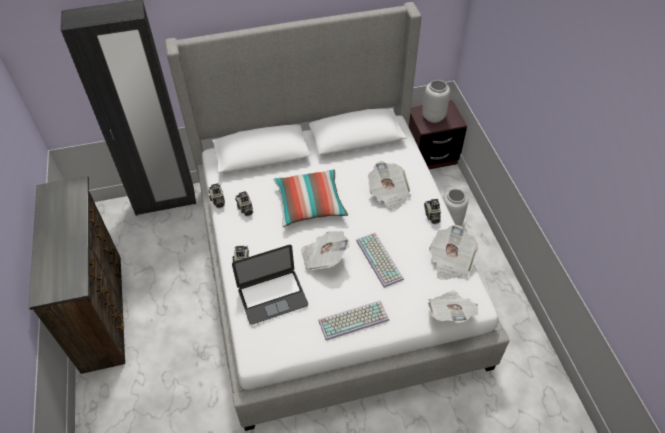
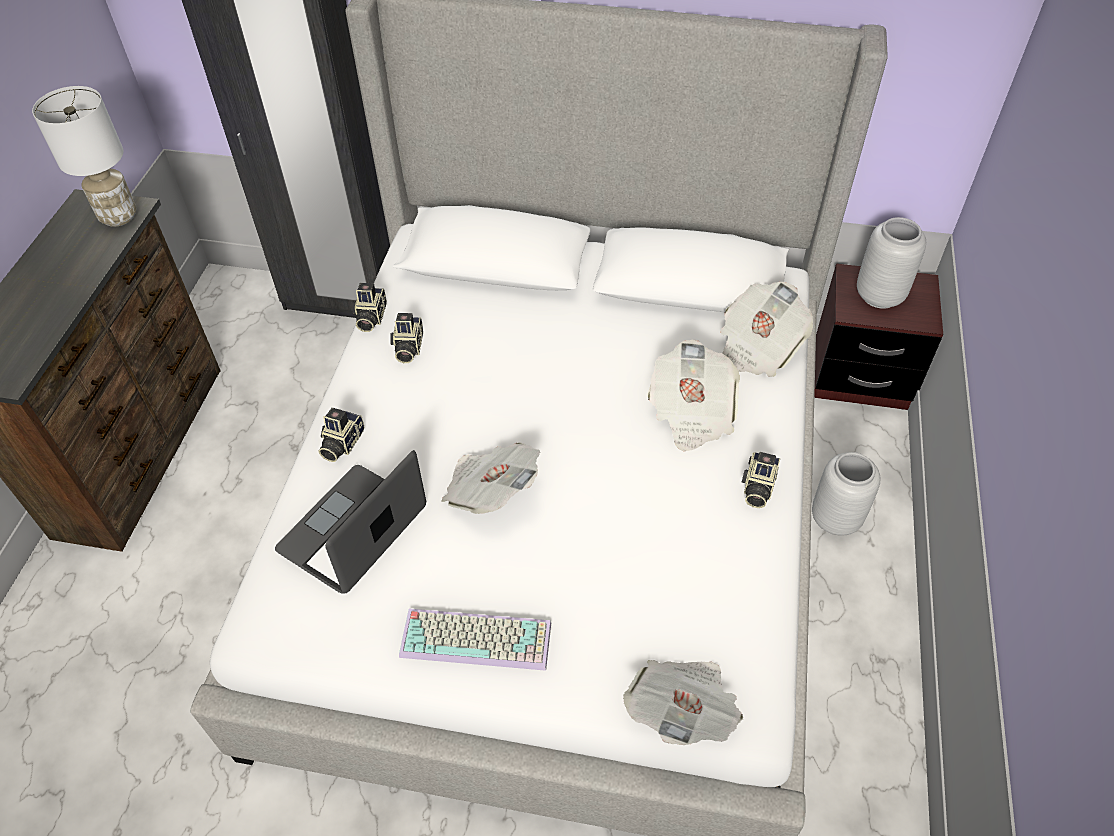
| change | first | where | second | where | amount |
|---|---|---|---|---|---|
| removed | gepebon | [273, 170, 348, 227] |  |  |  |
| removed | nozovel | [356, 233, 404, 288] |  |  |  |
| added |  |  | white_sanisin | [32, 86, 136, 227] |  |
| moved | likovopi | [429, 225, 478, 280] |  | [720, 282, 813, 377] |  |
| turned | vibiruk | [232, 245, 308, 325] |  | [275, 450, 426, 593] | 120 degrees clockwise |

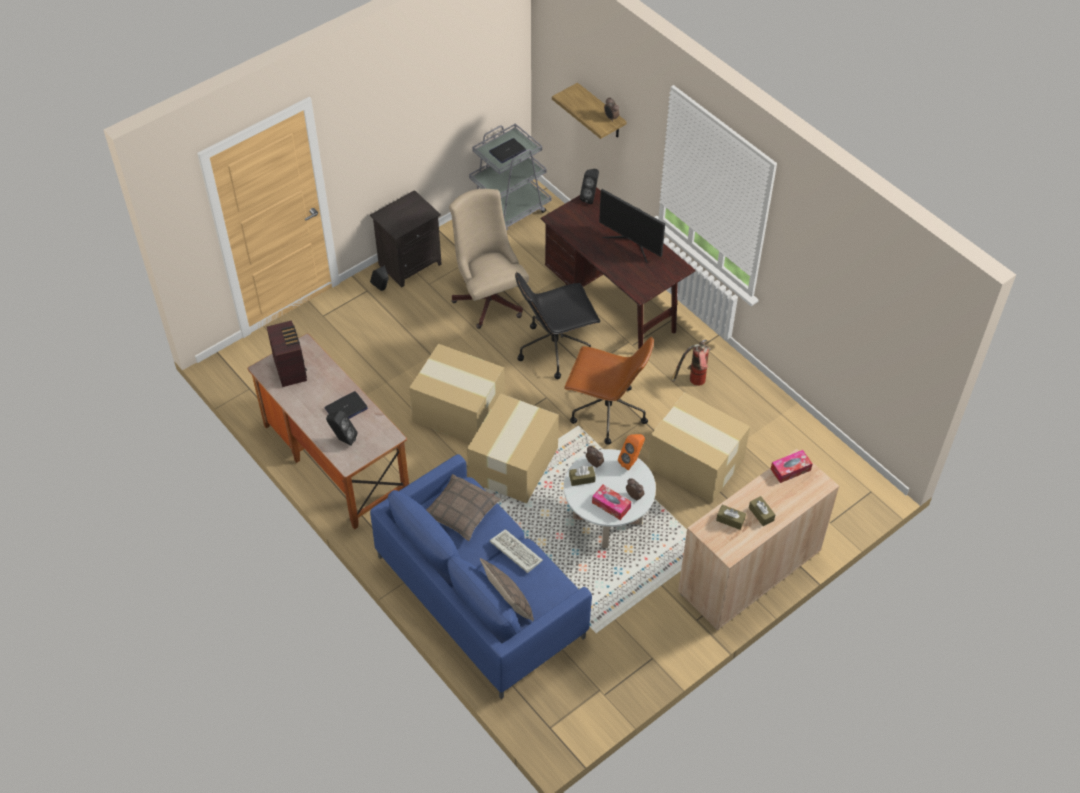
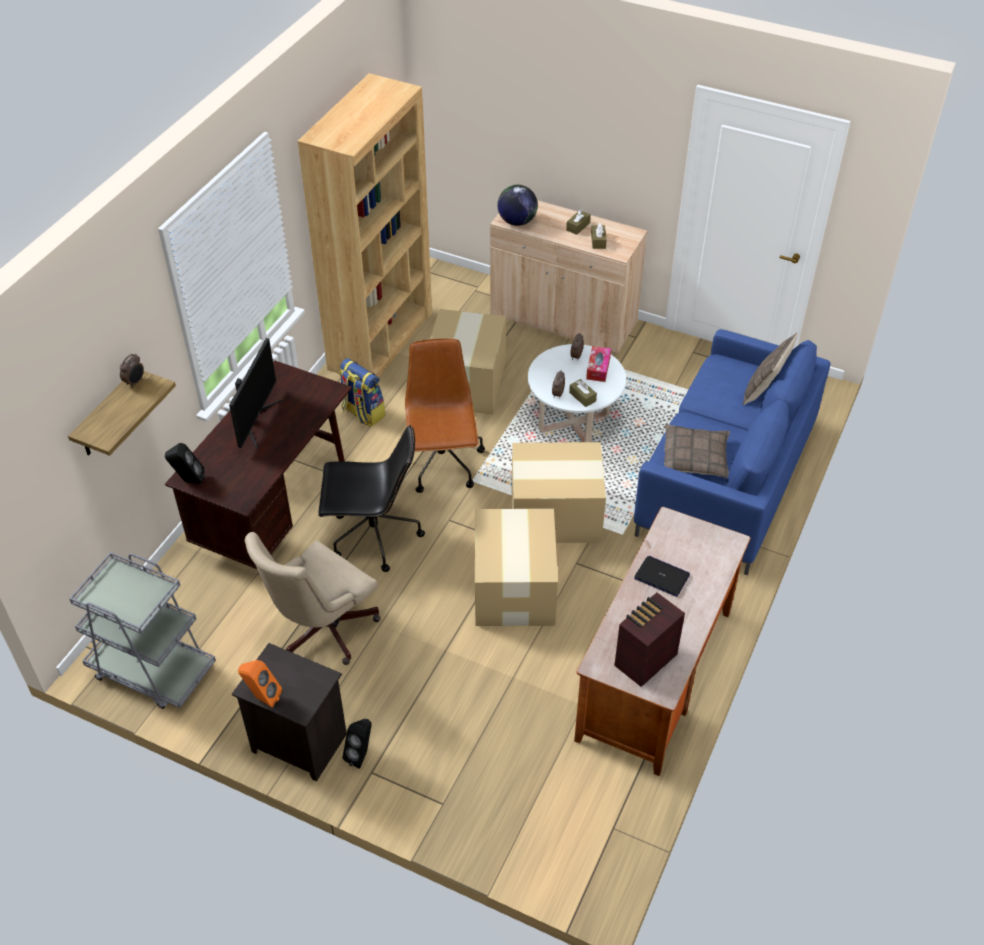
| change | first | where | second | where | amount |
|---|---|---|---|---|---|
| removed | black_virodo | [326, 411, 357, 446] |  |  |  |
| removed | vibiruk | [489, 138, 526, 163] |  |  |  |
| removed | nozovel | [490, 529, 543, 573] |  |  |  |
| added |  |  | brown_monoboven | [298, 73, 432, 377] |  |
| moved | orange_virodo | [618, 434, 645, 470] |  | [238, 660, 282, 708] |  |
| replaced | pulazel | [671, 340, 711, 386] | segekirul | [339, 358, 385, 427] |  |
| replaced | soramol | [771, 450, 813, 483] | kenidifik | [497, 185, 538, 226] |  |
| turned | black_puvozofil | [515, 272, 600, 379] |  | [318, 425, 425, 572] | 45 degrees counterclockwise |

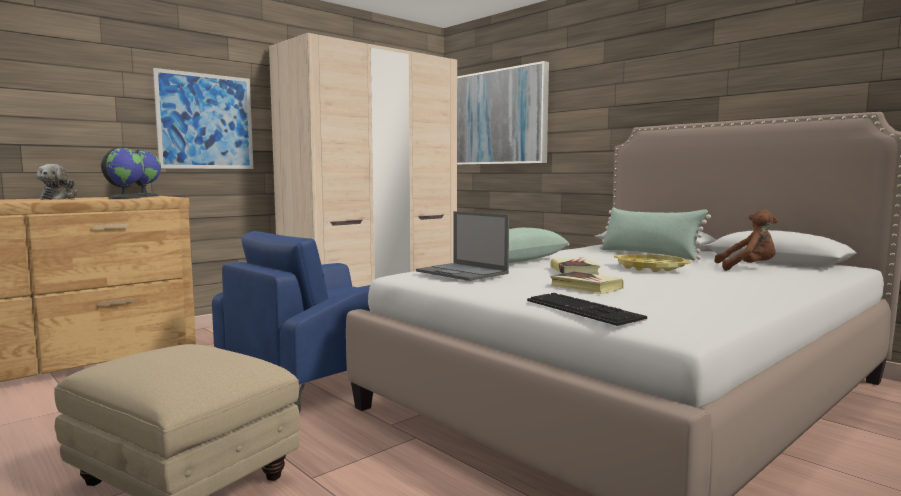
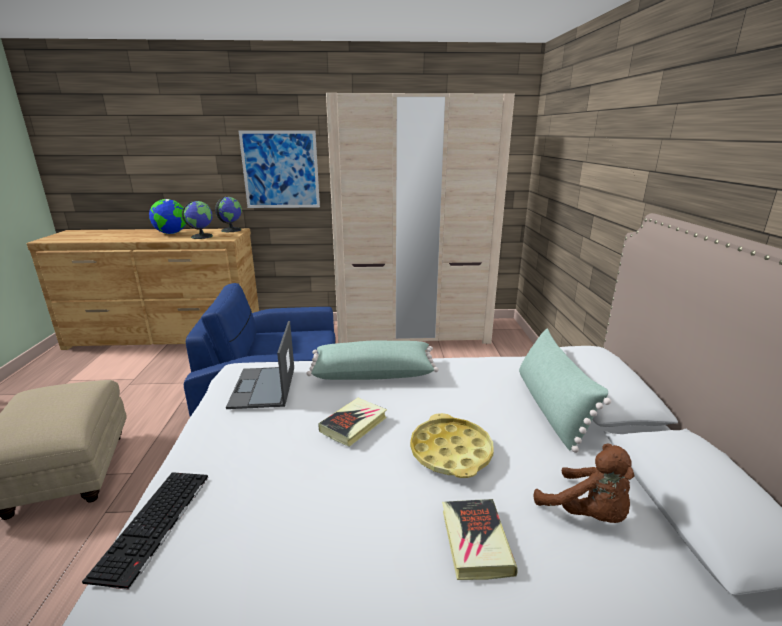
| change | first | where | second | where | amount |
|---|---|---|---|---|---|
| removed | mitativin | [457, 61, 549, 165] |  |  |  |
| moved | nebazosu | [551, 271, 624, 294] |  | [442, 499, 518, 580] |  |
| replaced | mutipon | [37, 164, 78, 200] | kenidifik | [149, 199, 187, 234] |  |

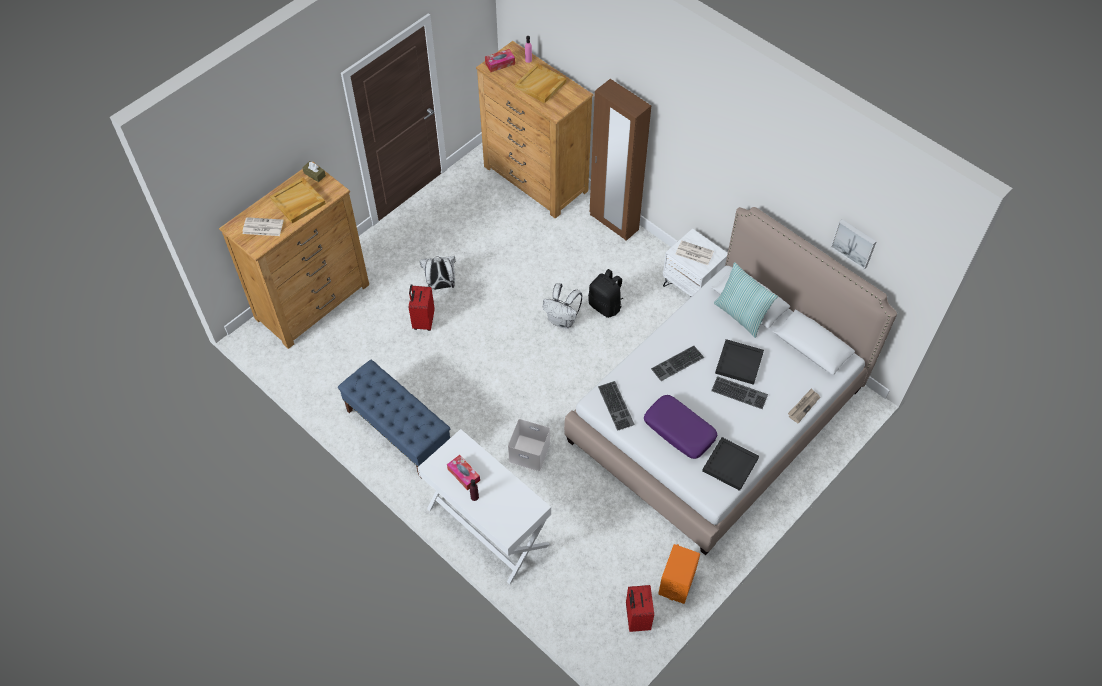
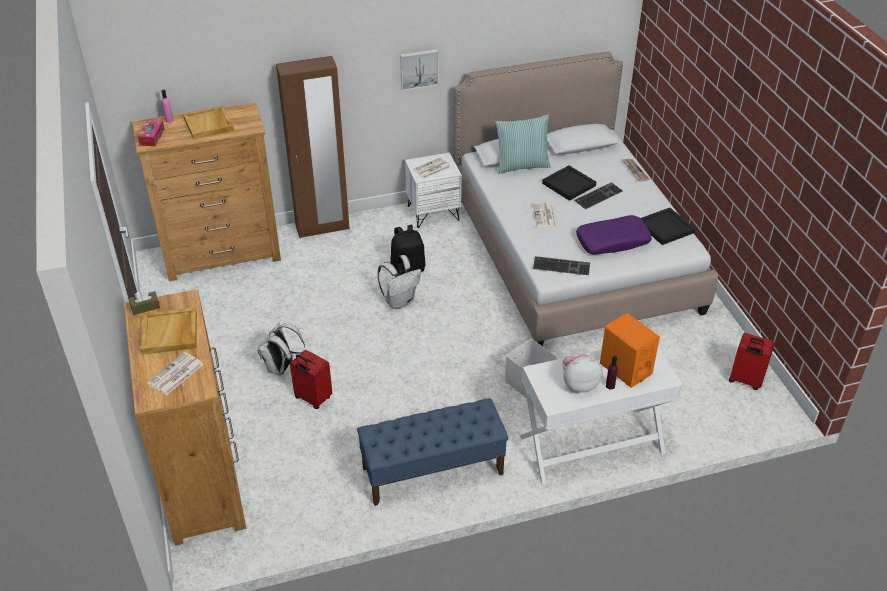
| change | first | where | second | where | amount |
|---|---|---|---|---|---|
| moved | orange_virodo | [658, 544, 700, 604] |  | [600, 313, 660, 388] |  |
| moved | mitativin | [830, 219, 877, 270] |  | [400, 49, 439, 91] |  |
| replaced | soramol | [447, 455, 480, 491] | mutipon | [563, 354, 602, 393] |  |
| replaced | nozovel | [651, 346, 704, 381] | likovopi | [533, 203, 556, 227] |  |

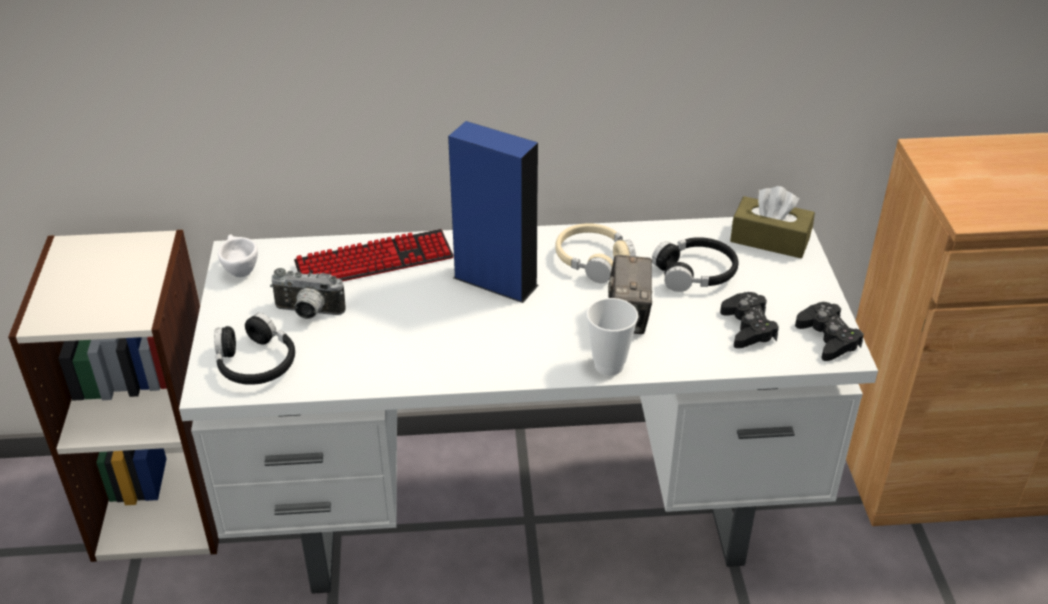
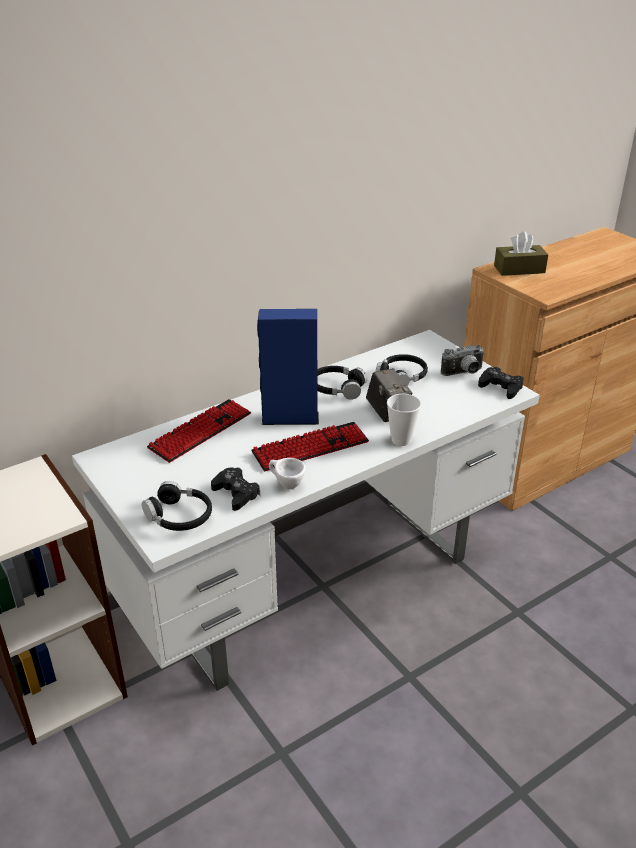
| change | first | where | second | where | amount |
|---|---|---|---|---|---|
| added |  |  | nozovel | [251, 422, 369, 471] |  |
| moved | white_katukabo | [218, 234, 258, 277] |  | [269, 458, 306, 489] |  |
| moved | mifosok | [270, 268, 346, 319] |  | [441, 344, 485, 376] |  |
| moved | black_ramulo | [720, 292, 779, 348] |  | [211, 467, 260, 511] |  |
| moved | brown_soramol | [730, 186, 815, 258] |  | [494, 231, 548, 276] |  |
| recoloured | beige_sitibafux | [555, 223, 636, 283] | black_sitibafux | [317, 366, 367, 400] |  |

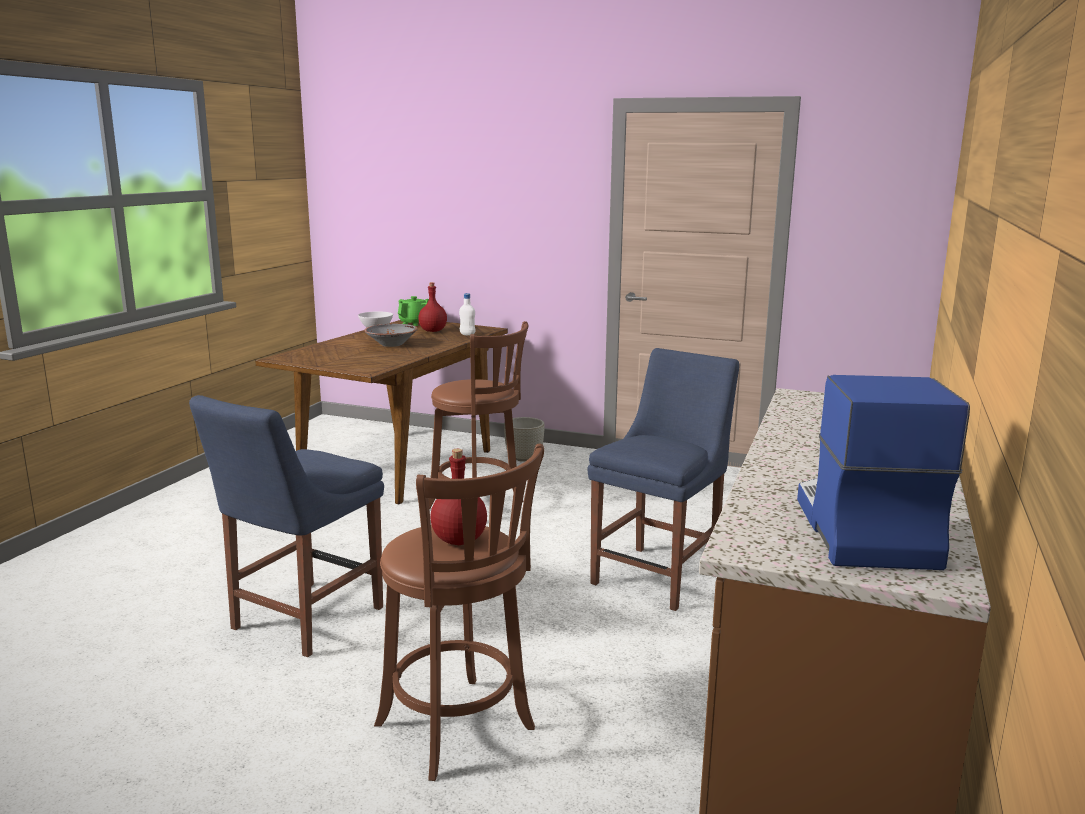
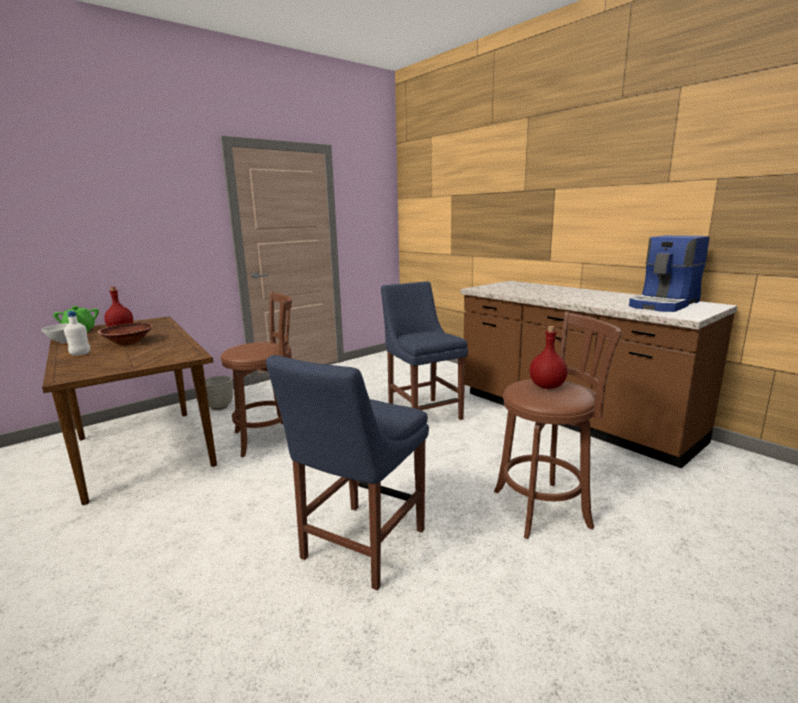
| change | first | where | second | where | amount |
|---|---|---|---|---|---|
| moved | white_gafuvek | [459, 293, 475, 336] |  | [64, 311, 90, 356] |  |
| recoloured | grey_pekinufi | [364, 324, 418, 347] | brown_pekinufi | [98, 323, 153, 345] |  |
| turned | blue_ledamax | [189, 395, 384, 657] |  | [266, 355, 429, 590] | 60 degrees clockwise |
| turned | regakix | [797, 375, 970, 570] |  | [629, 235, 710, 312] | 75 degrees counterclockwise |

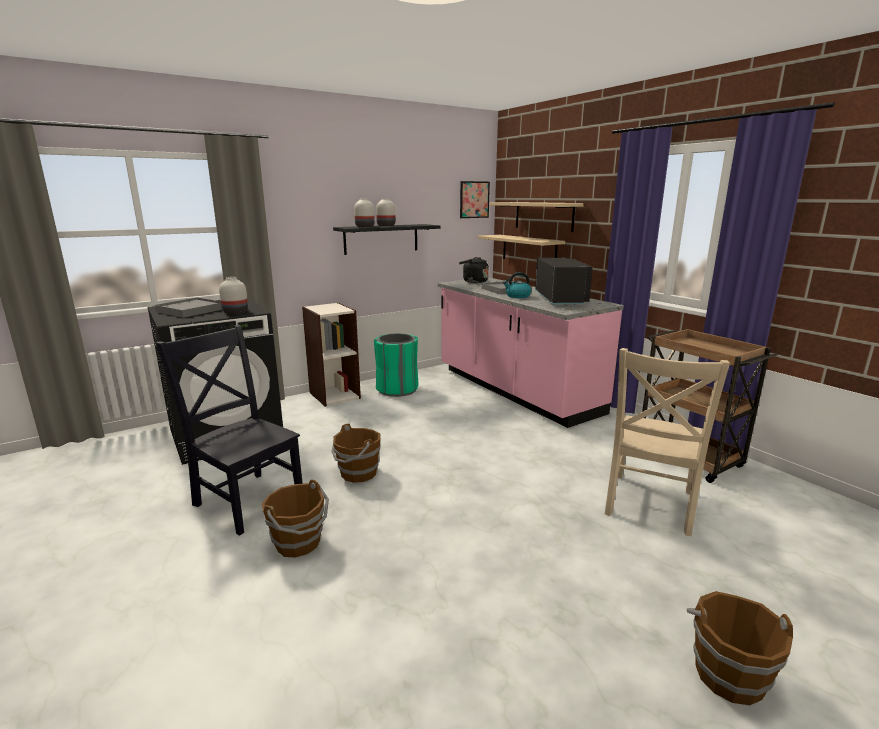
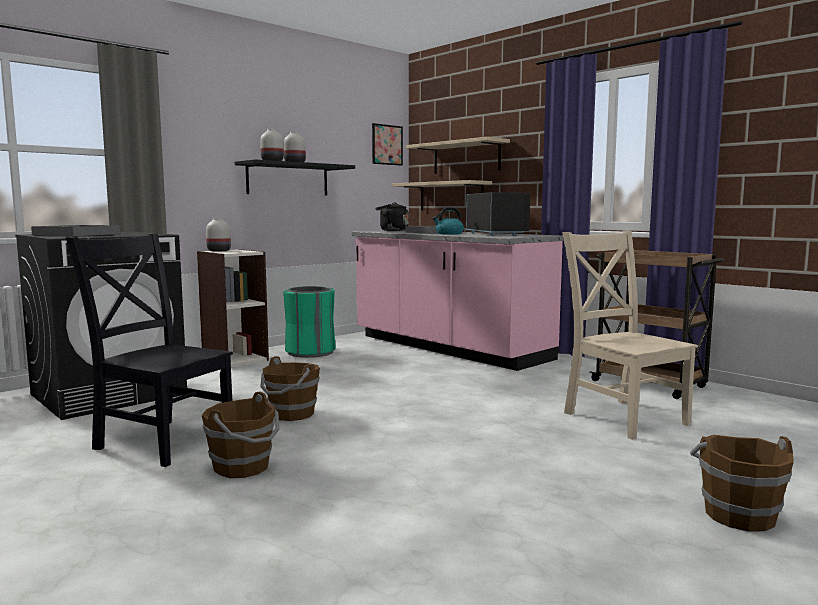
| change | first | where | second | where | amount |
|---|---|---|---|---|---|
| moved | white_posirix | [219, 277, 248, 314] |  | [206, 218, 231, 251] |  |
| turned | beige_ledamax | [605, 348, 730, 536] |  | [562, 231, 698, 440] | 135 degrees clockwise |

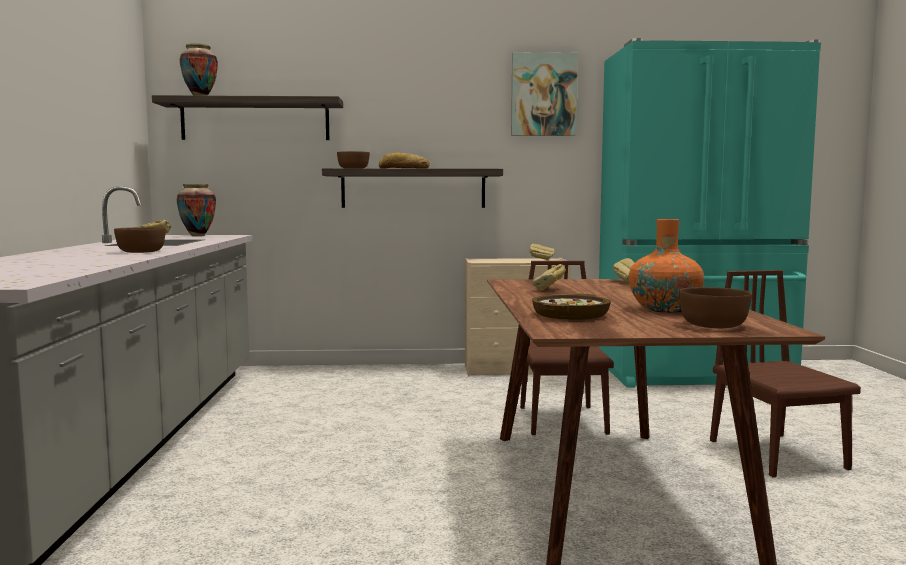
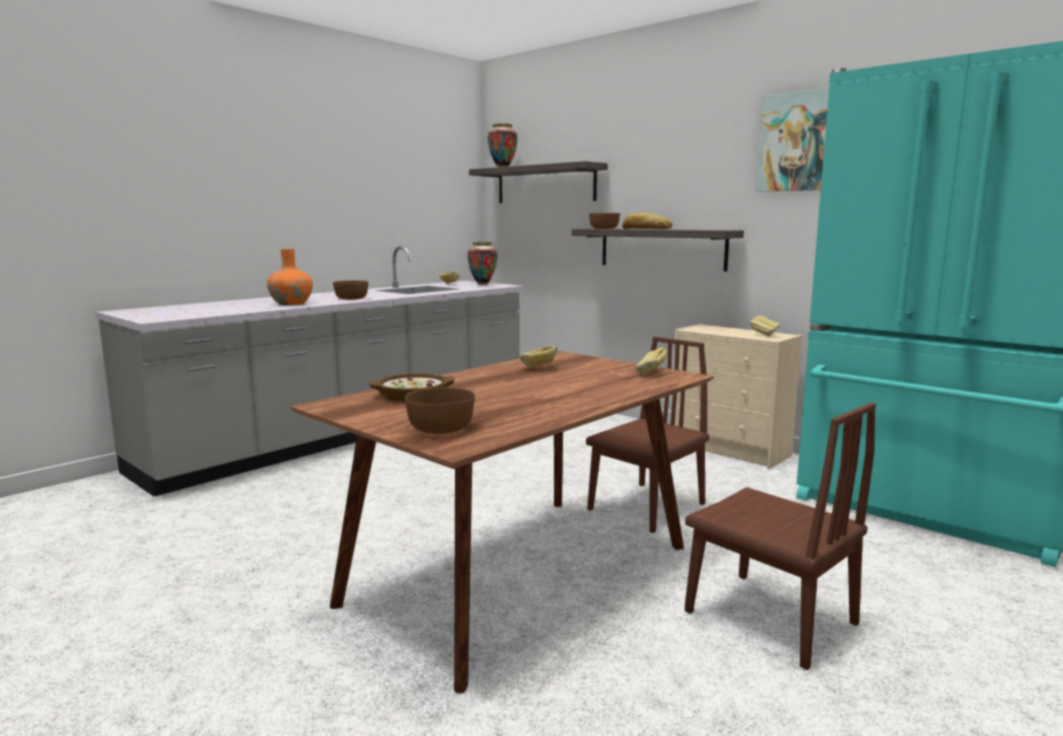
| change | first | where | second | where | amount |
|---|---|---|---|---|---|
| moved | orange_posirix | [629, 219, 704, 313] |  | [267, 249, 313, 305] |  |
| turned | brown_ledamax | [710, 270, 861, 477] |  | [685, 402, 876, 670] | 105 degrees clockwise |

